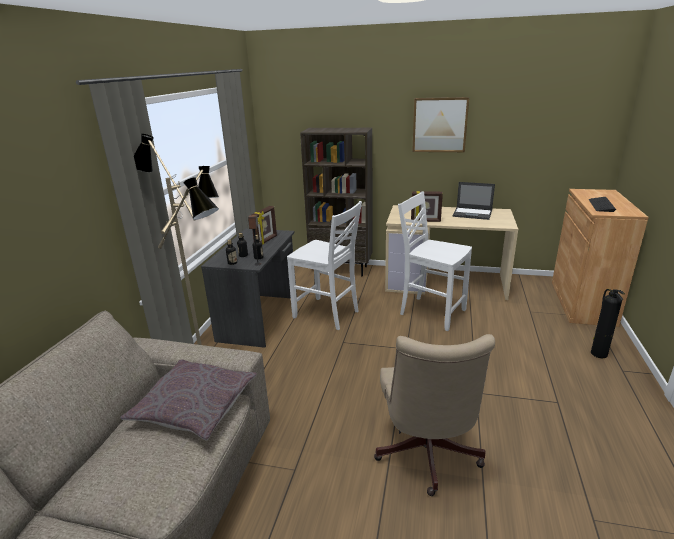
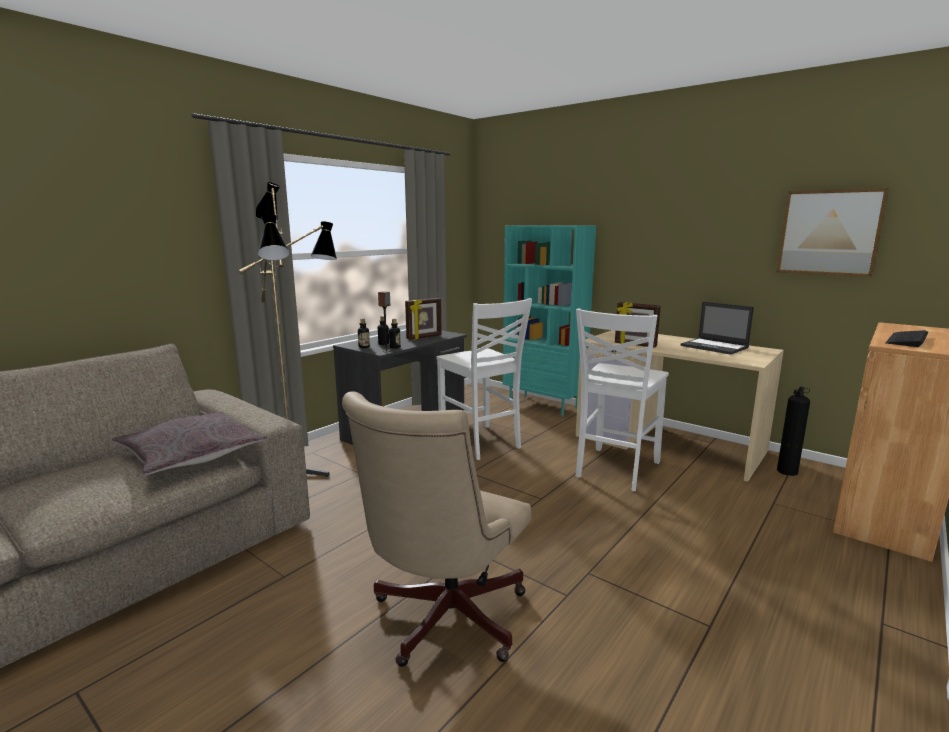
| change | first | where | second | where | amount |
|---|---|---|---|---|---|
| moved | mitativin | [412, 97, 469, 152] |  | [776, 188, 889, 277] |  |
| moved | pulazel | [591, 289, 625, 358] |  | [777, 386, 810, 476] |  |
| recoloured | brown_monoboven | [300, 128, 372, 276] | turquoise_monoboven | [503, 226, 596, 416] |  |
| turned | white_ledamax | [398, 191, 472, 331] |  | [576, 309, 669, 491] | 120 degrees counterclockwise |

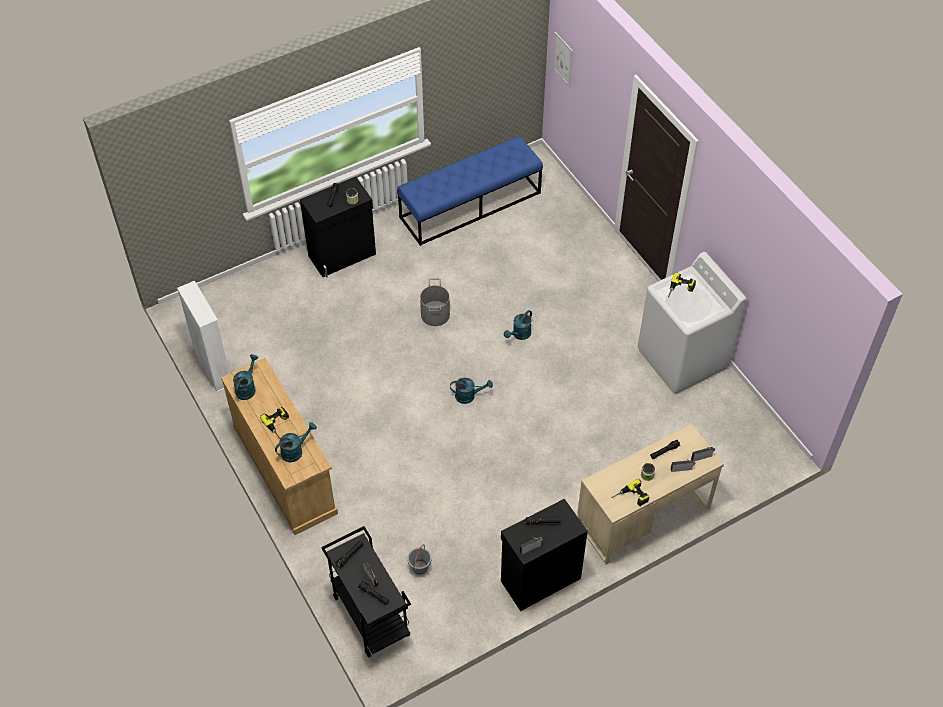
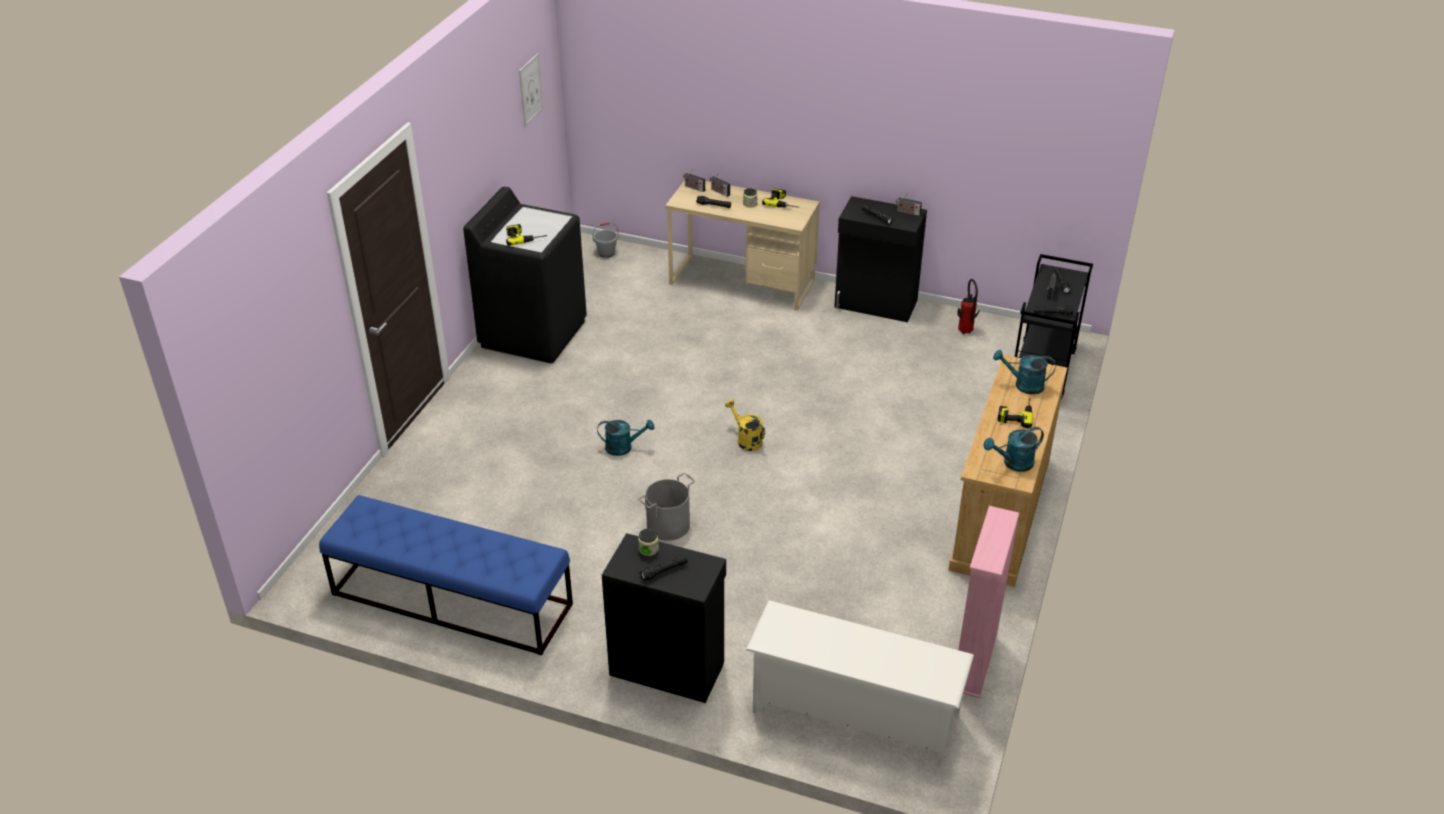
| change | first | where | second | where | amount |
|---|---|---|---|---|---|
| added |  |  | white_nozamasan | [746, 600, 974, 767] |  |
| added |  |  | pulazel | [957, 279, 980, 334] |  |
| moved | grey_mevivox | [408, 544, 431, 575] |  | [592, 222, 619, 258] |  |
| moved | mitativin | [552, 32, 573, 88] |  | [519, 53, 544, 127] |  |
| recoloured | white_monoboven | [177, 281, 230, 393] | pink_monoboven | [958, 506, 1019, 698] |  |
| recoloured | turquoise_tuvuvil | [450, 378, 493, 404] | yellow_tuvuvil | [725, 399, 765, 451] |  |
| recoloured | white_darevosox | [638, 252, 747, 394] | black_darevosox | [463, 187, 587, 363] |  |

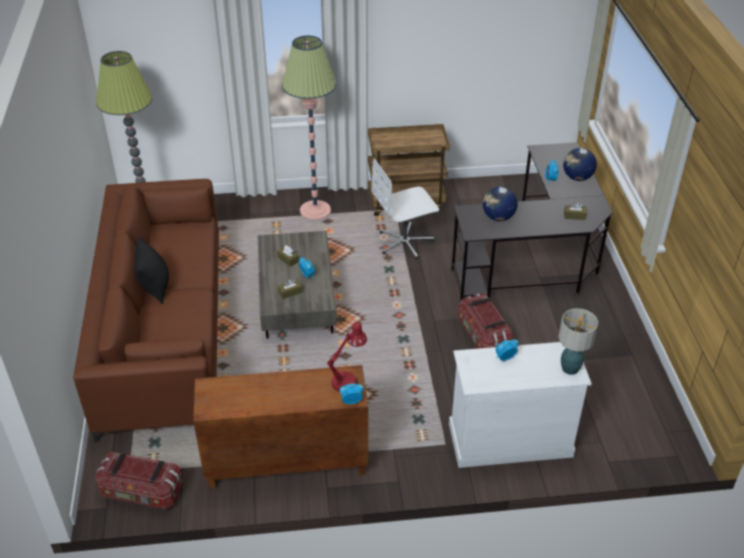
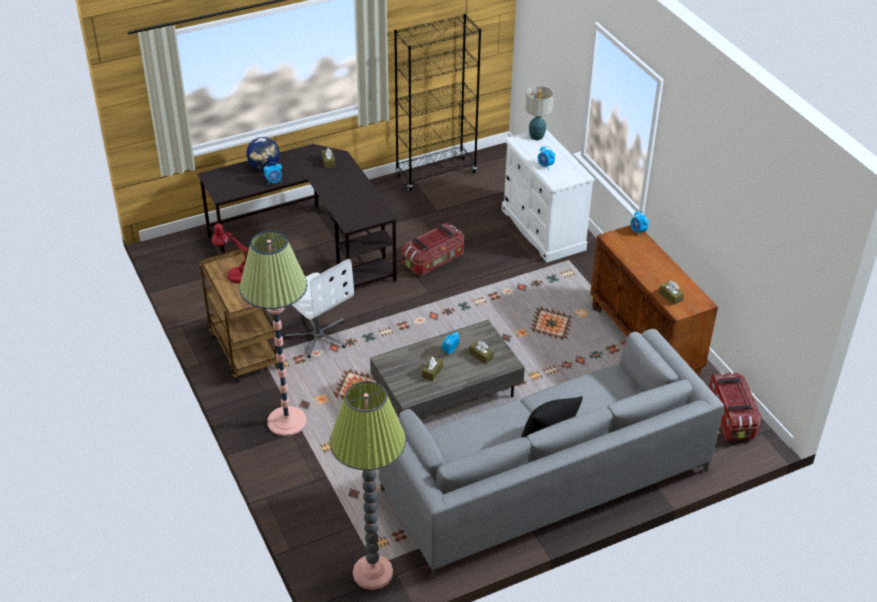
| change | first | where | second | where | amount |
|---|---|---|---|---|---|
| removed | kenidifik | [483, 187, 518, 221] |  |  |  |
| added |  |  | black_monoboven | [394, 14, 481, 191] |  |
| added |  |  | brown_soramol | [659, 281, 684, 305] |  |
| moved | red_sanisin | [327, 321, 367, 392] |  | [212, 224, 249, 283] |  |
| recoloured | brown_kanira | [73, 179, 219, 442] | grey_kanira | [378, 329, 724, 579] |  |

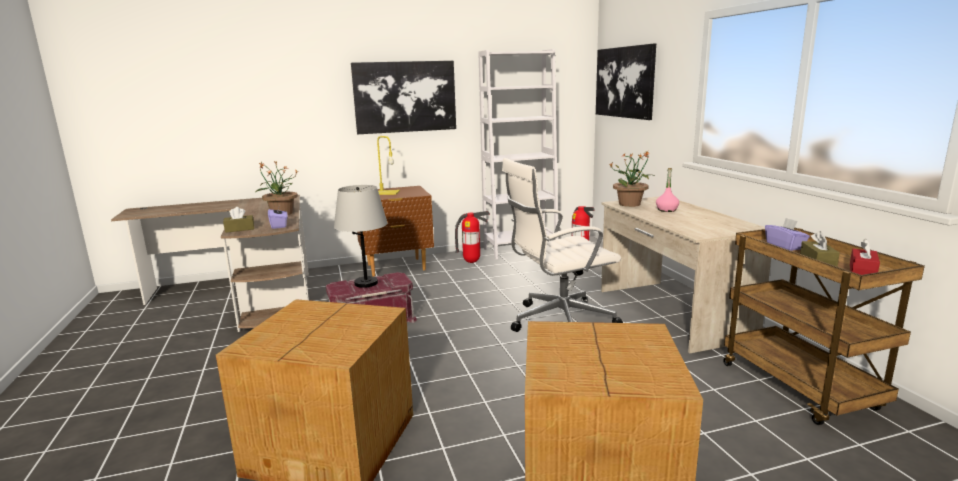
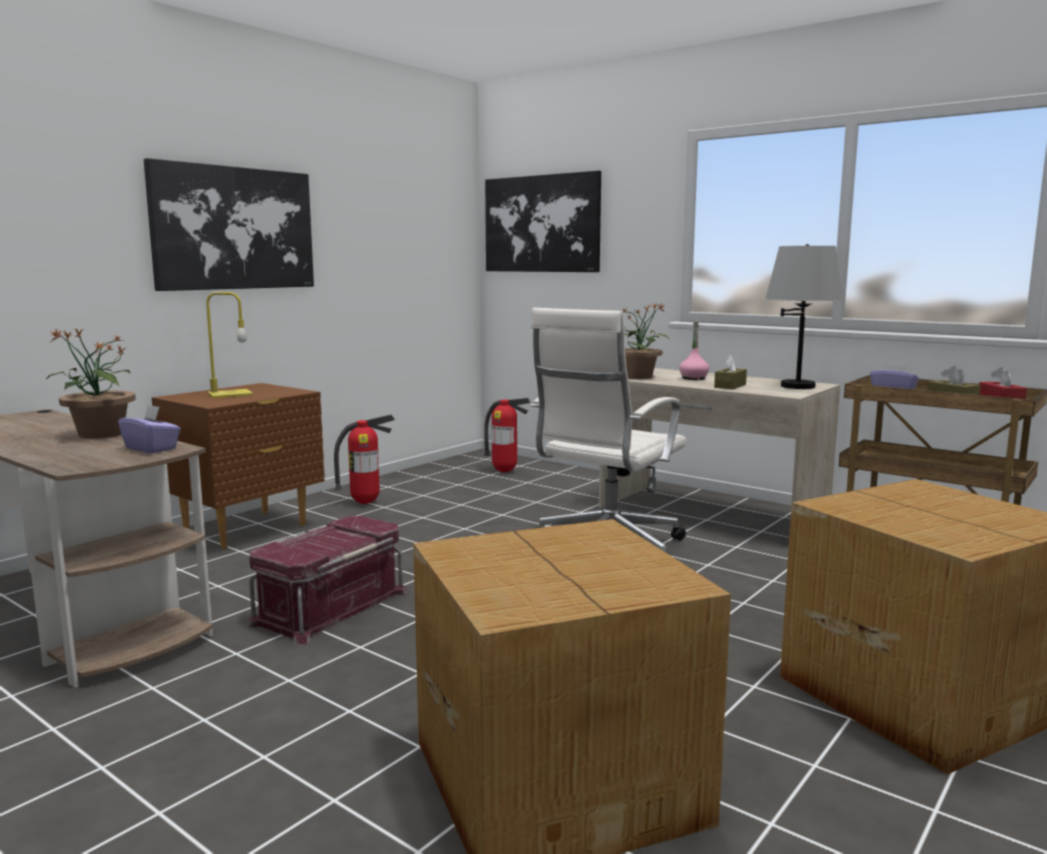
| change | first | where | second | where | amount |
|---|---|---|---|---|---|
| removed | white_monoboven | [479, 49, 558, 259] |  |  |  |
| moved | brown_soramol | [223, 207, 254, 233] |  | [714, 355, 747, 389] |  |
| moved | grey_sanisin | [334, 185, 388, 288] |  | [765, 244, 843, 389] |  |

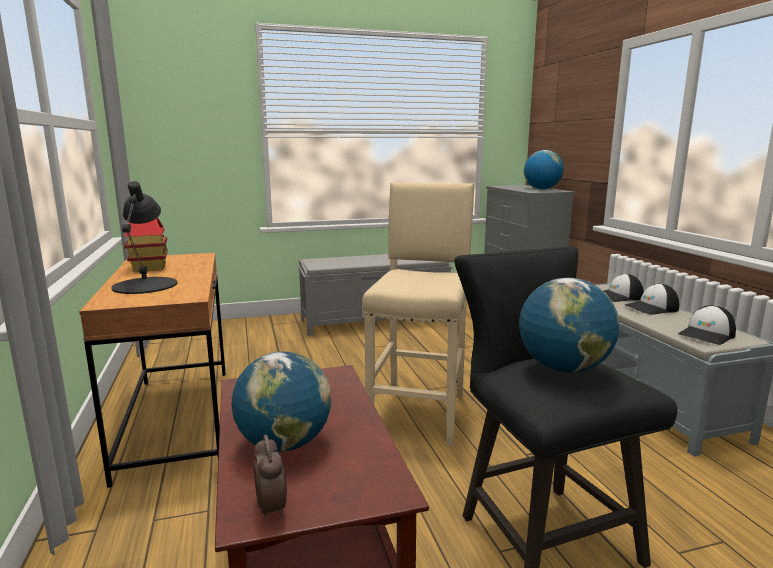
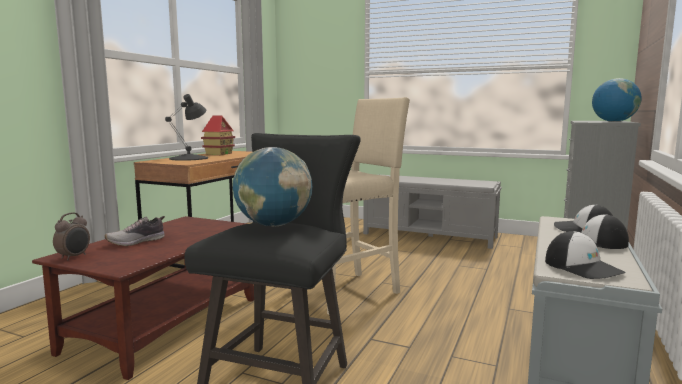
| change | first | where | second | where | amount |
|---|---|---|---|---|---|
| replaced | kenidifik | [232, 351, 331, 452] | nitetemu | [105, 216, 165, 246] |  |
| turned | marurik | [678, 305, 736, 345] |  | [545, 231, 626, 279] | 120 degrees counterclockwise |

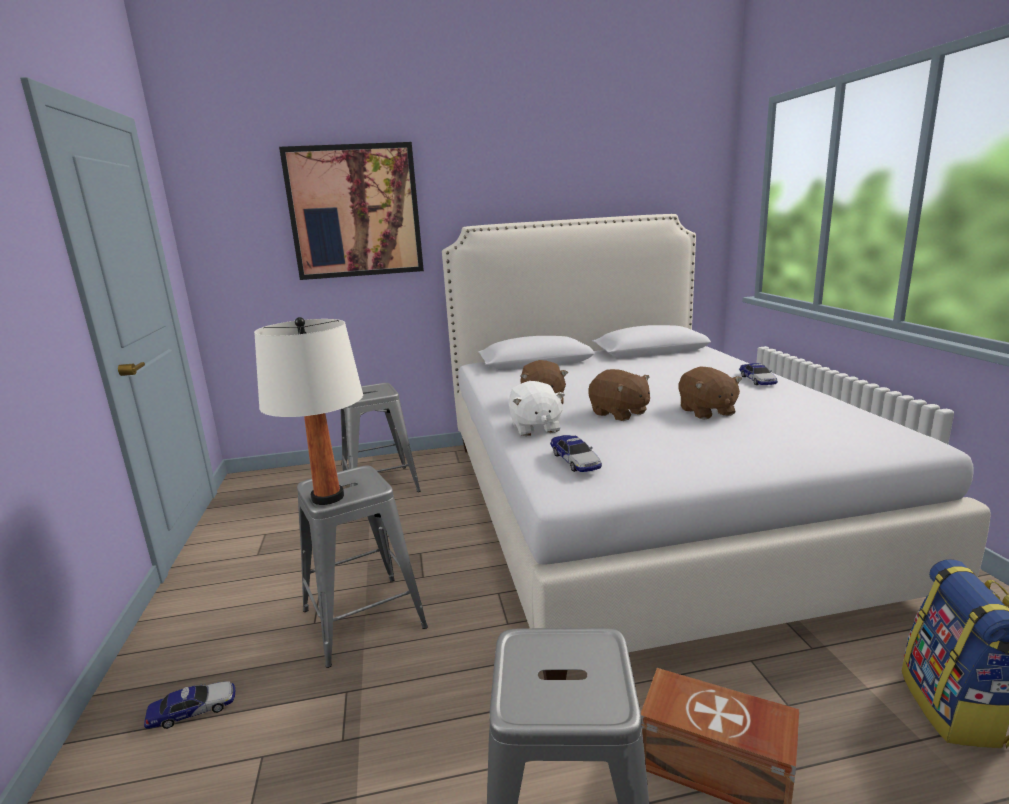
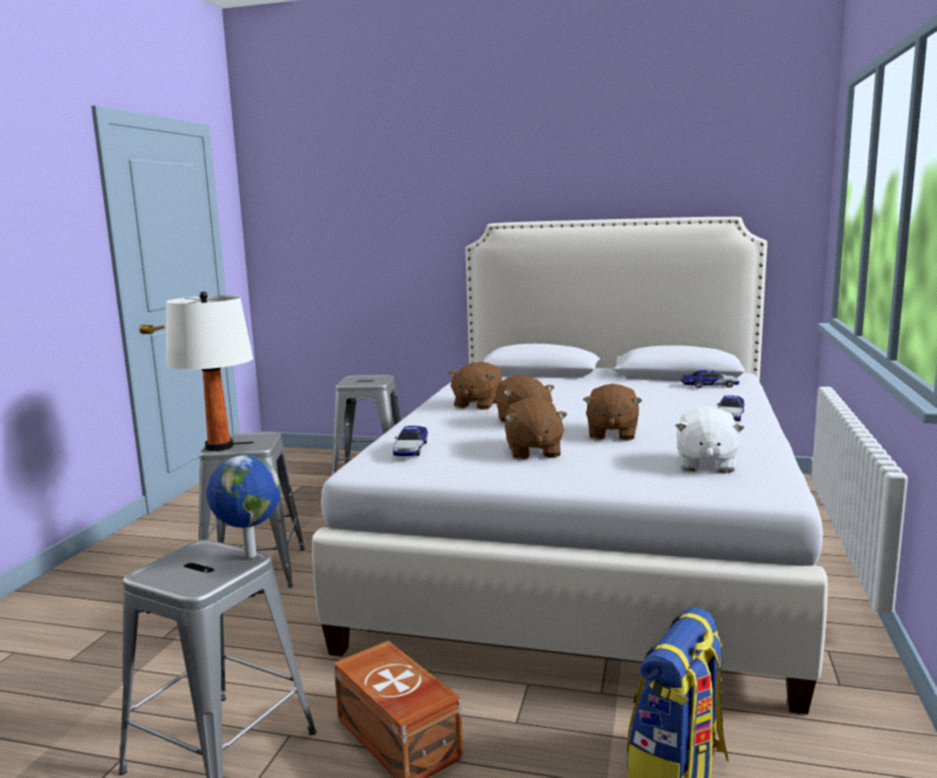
| change | first | where | second | where | amount |
|---|---|---|---|---|---|
| removed | mitativin | [279, 142, 424, 280] |  |  |  |
| added |  |  | kenidifik | [206, 455, 281, 558] |  |
| added |  |  | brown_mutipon | [505, 398, 567, 460] |  |
| moved | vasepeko | [144, 681, 235, 729] |  | [681, 369, 739, 388] |  |
| moved | white_mutipon | [508, 381, 565, 436] |  | [675, 406, 745, 473] |  |

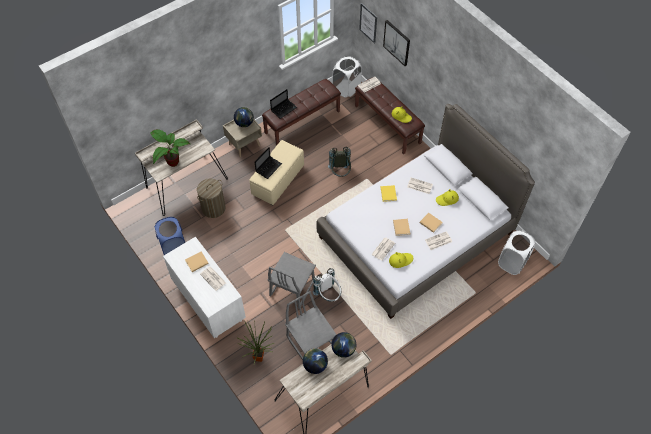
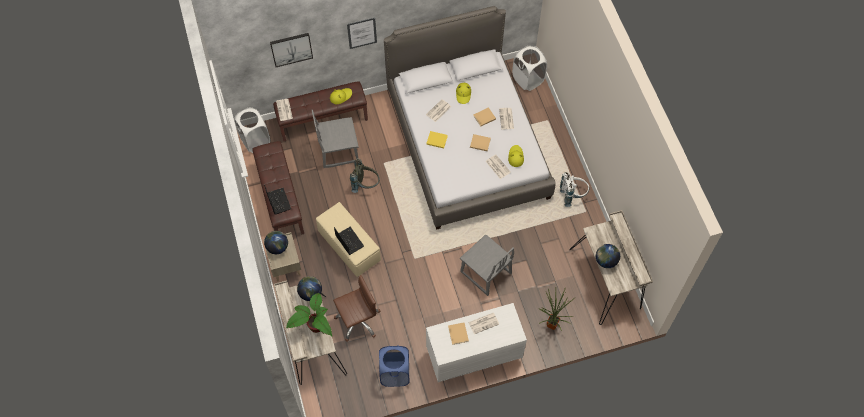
| change | first | where | second | where | amount |
|---|---|---|---|---|---|
| moved | grey_ledamax | [285, 291, 336, 360] |  | [312, 110, 359, 168] |  |
| moved | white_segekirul | [313, 268, 342, 302] |  | [560, 172, 589, 207] |  |
| moved | kenidifik | [331, 332, 356, 358] |  | [297, 276, 322, 301] |  |
| moved | mitativin | [359, 3, 377, 44] |  | [347, 17, 377, 49] |  |
| replaced | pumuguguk | [197, 178, 226, 218] | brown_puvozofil | [333, 275, 380, 342] |  |

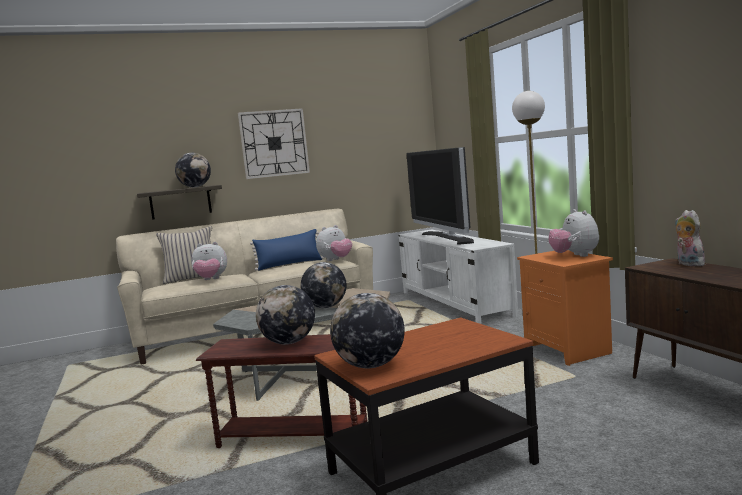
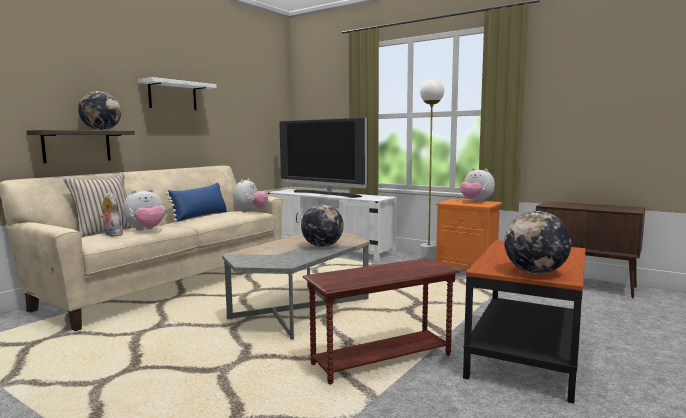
| change | first | where | second | where | amount |
|---|---|---|---|---|---|
| removed | kenidifik | [256, 285, 315, 344] |  |  |  |
| moved | mutipon | [675, 210, 705, 266] |  | [100, 193, 123, 236] |  |
| replaced | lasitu | [238, 108, 310, 179] | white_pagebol | [138, 77, 217, 110] |  |

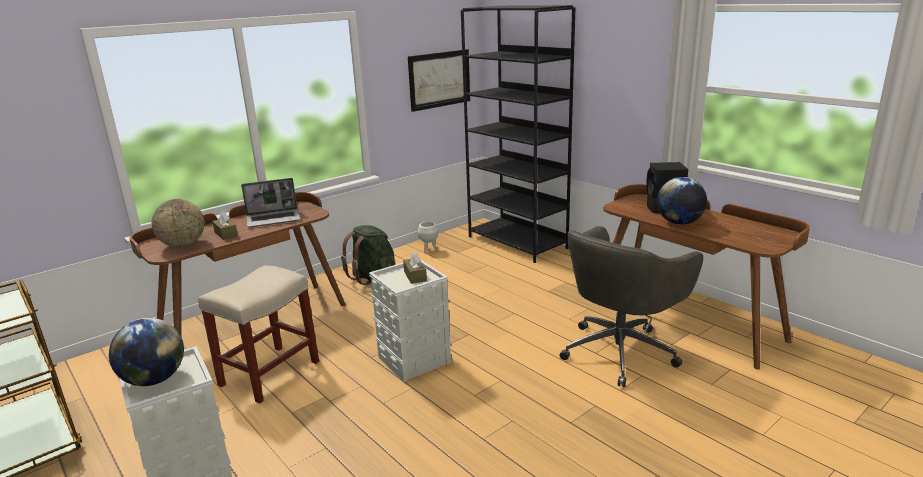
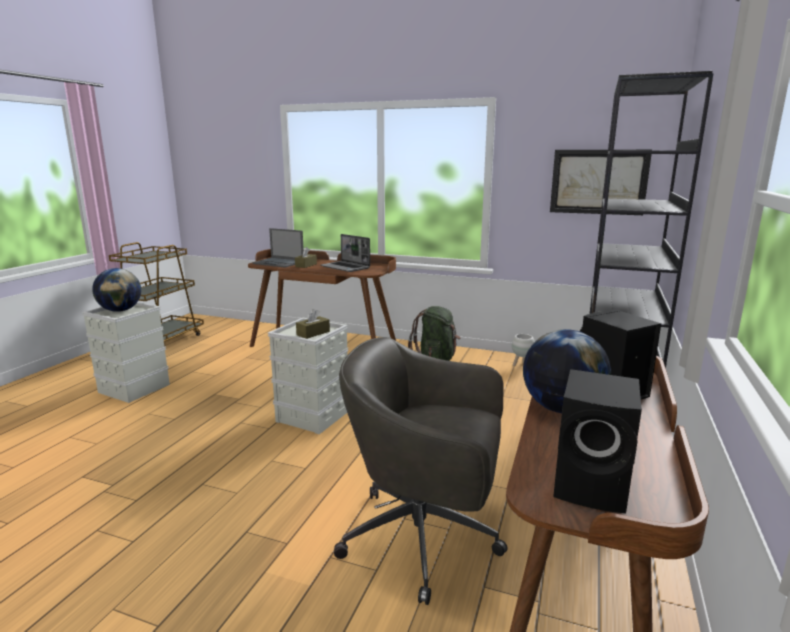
| change | first | where | second | where | amount |
|---|---|---|---|---|---|
| removed | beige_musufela | [198, 265, 319, 404] |  |  |  |
| added |  |  | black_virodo | [553, 369, 642, 513] |  |
| replaced | kenidifik | [152, 199, 205, 247] | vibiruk | [252, 228, 304, 268] |  |

